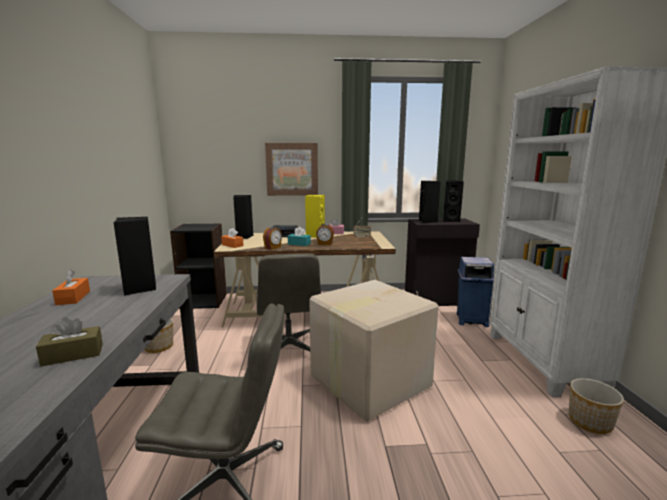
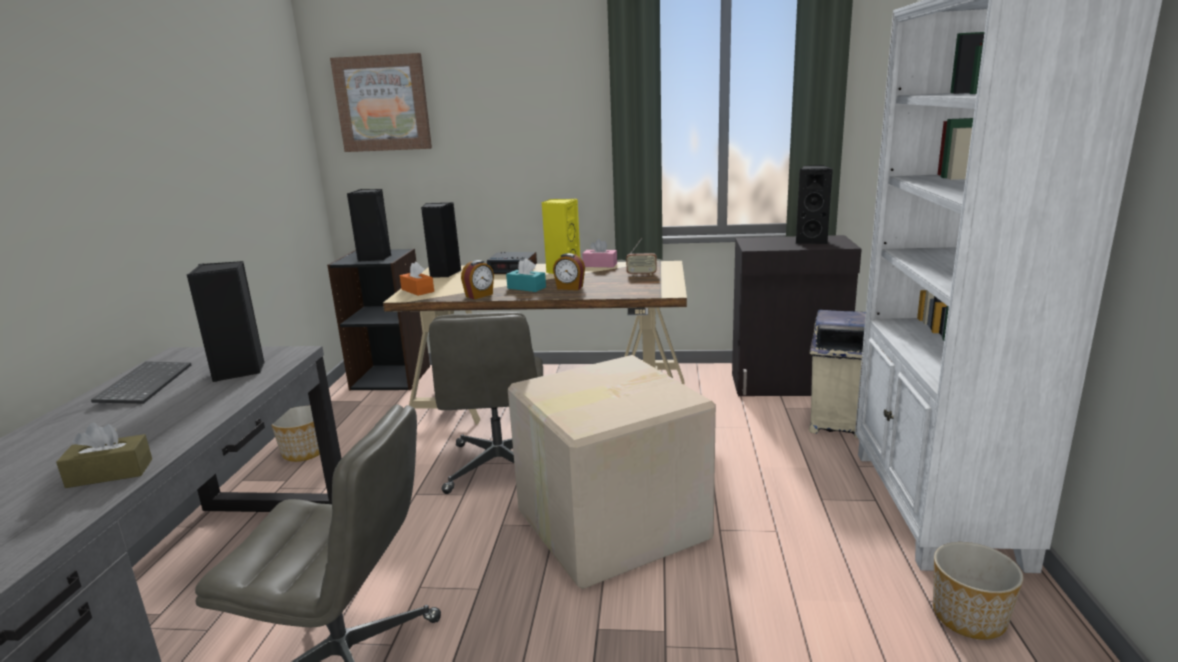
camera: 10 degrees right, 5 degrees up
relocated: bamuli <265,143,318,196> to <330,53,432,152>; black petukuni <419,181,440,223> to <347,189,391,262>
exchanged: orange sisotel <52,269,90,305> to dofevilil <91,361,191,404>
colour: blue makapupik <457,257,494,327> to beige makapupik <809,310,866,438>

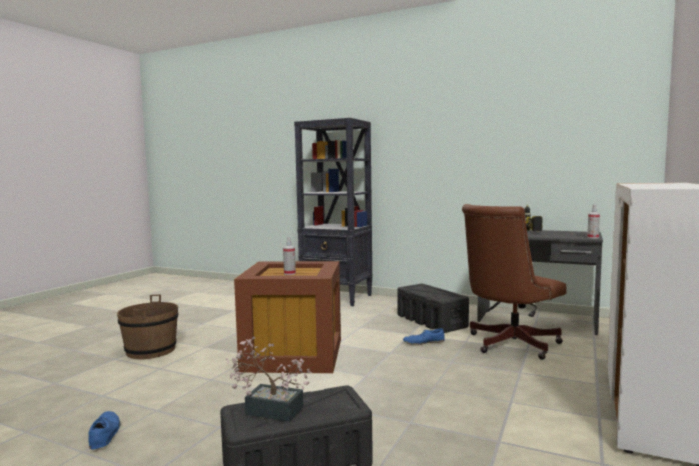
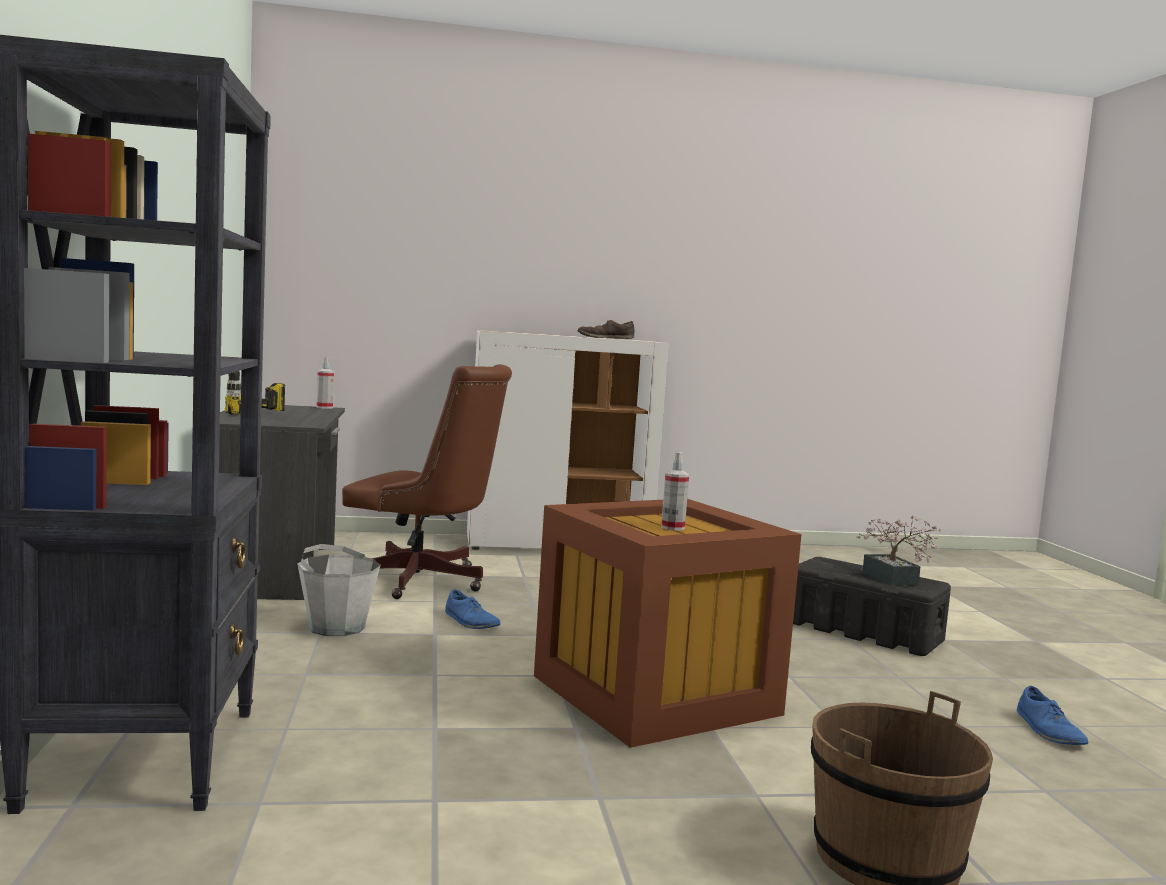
camera: 125 degrees left, 0 degrees up
appeared: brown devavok <577,320,634,339>
exchanged: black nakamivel <397,284,469,333> to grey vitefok <298,544,380,636>
spun: blue devavok <88,411,121,450> = <1017,686,1089,745> 45 degrees counterclockwise

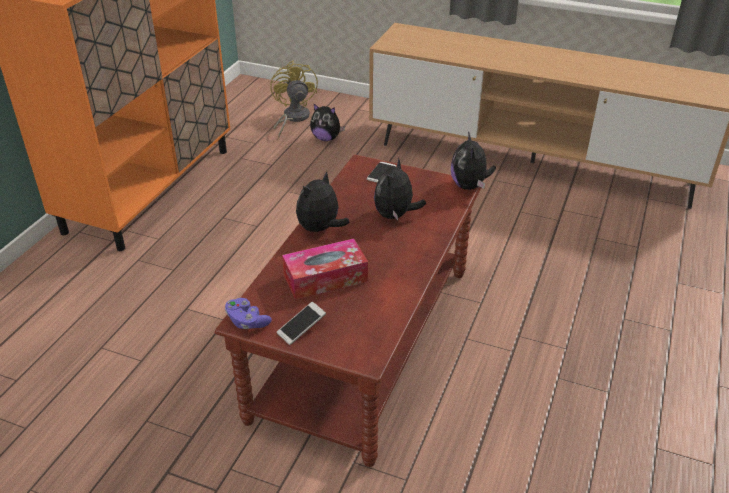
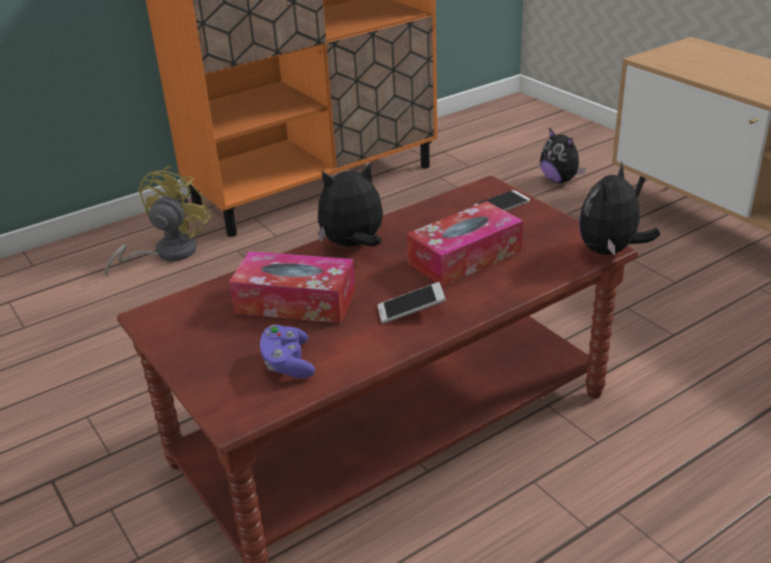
camera: 35 degrees right, 5 degrees down
relocated: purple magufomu <225,298,272,329> to <260,325,315,378>; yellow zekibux <270,61,318,138> to <105,165,212,278>; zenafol <276,302,326,345> to <378,282,446,324>
exchanged: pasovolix <374,157,426,220> to sisotel <407,201,523,287>

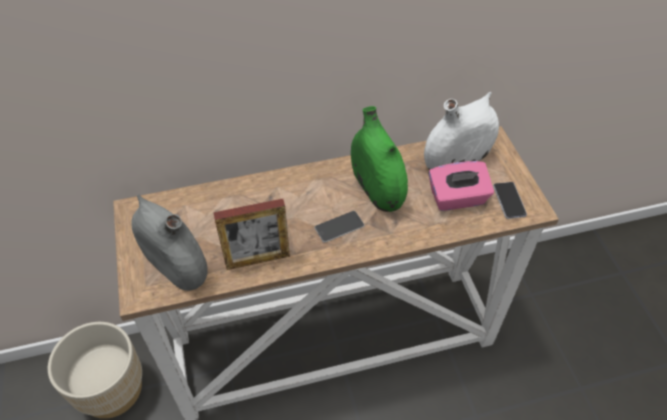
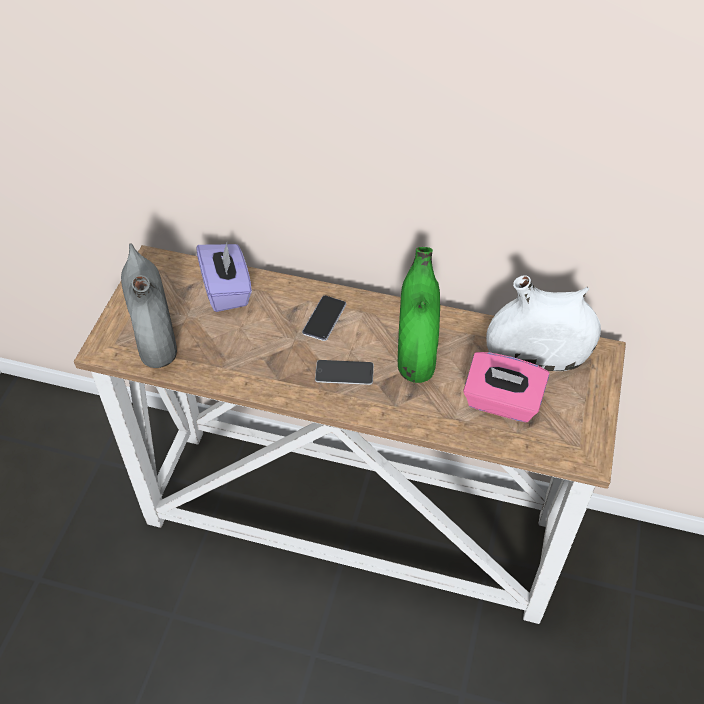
camera: 30 degrees right, 0 degrees up
missing: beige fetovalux <48,322,142,419>; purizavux <213,199,290,270>
appeared: purple sisotel <196,243,252,312>
relocated: zenafol <493,182,527,219> to <302,295,346,341>

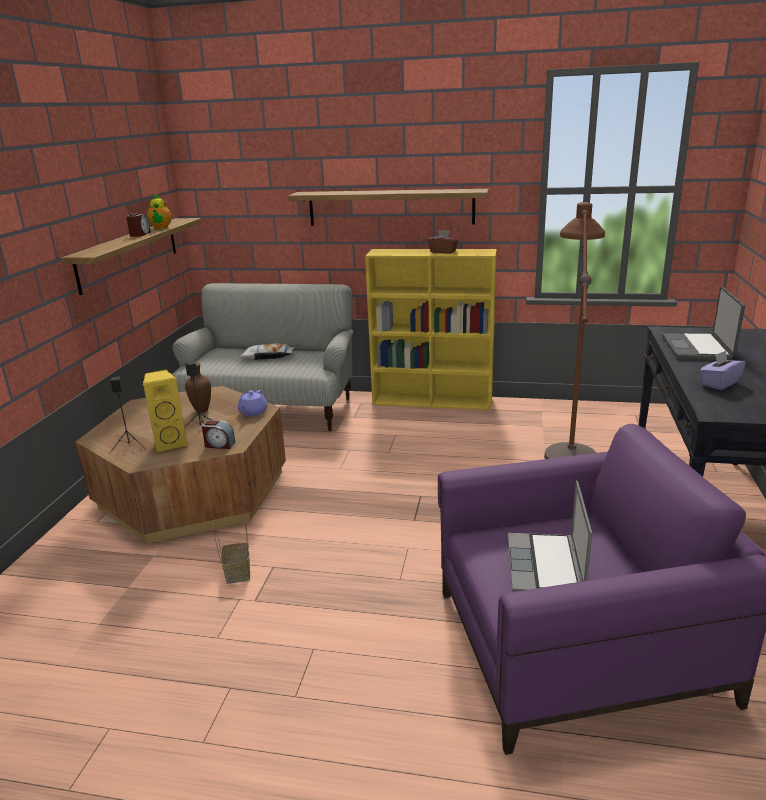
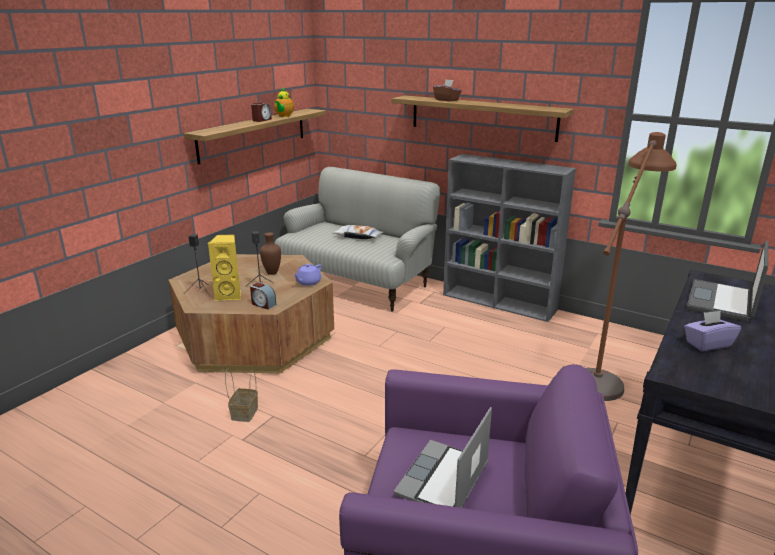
camera: 20 degrees right, 0 degrees up
relocated: brown sisotel <428,230,458,254> to <433,80,461,102>
colour: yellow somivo <365,249,497,410> to grey somivo <443,154,576,322>

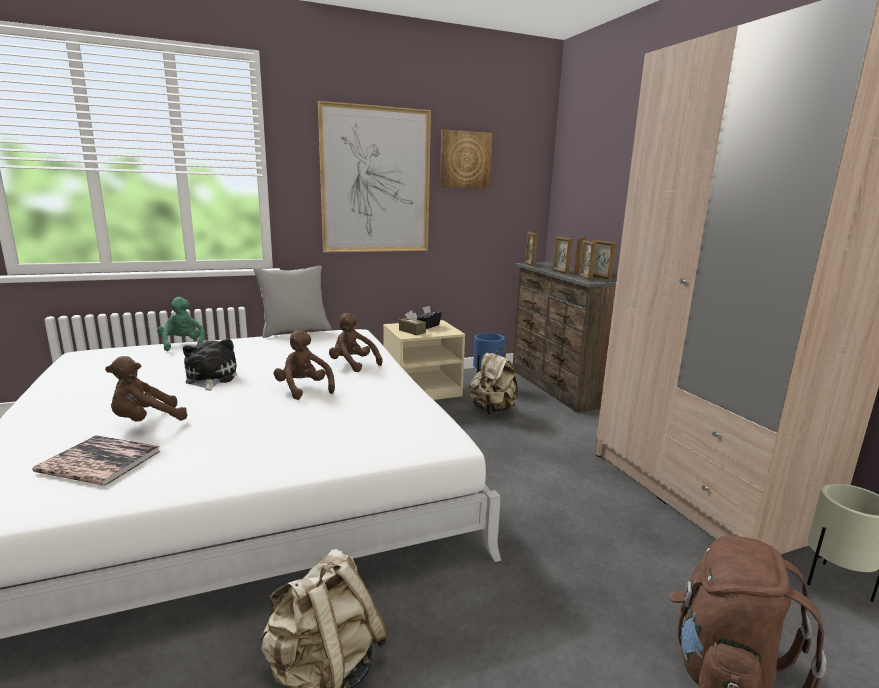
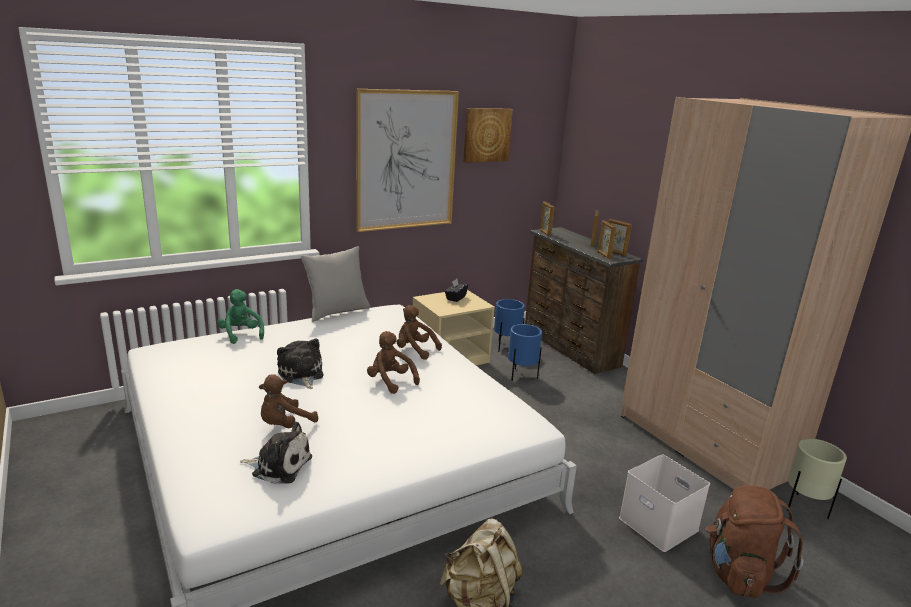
camera: 10 degrees left, 5 degrees up
missing: brown sisotel <399,310,426,335>; purizavux <553,236,573,274>
appeared: white nakamivel <619,454,710,552>
exchanged: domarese <32,435,161,486> to pasovolix <240,422,312,484>; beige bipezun <469,348,518,414> to blue fetovalux <508,324,542,381>

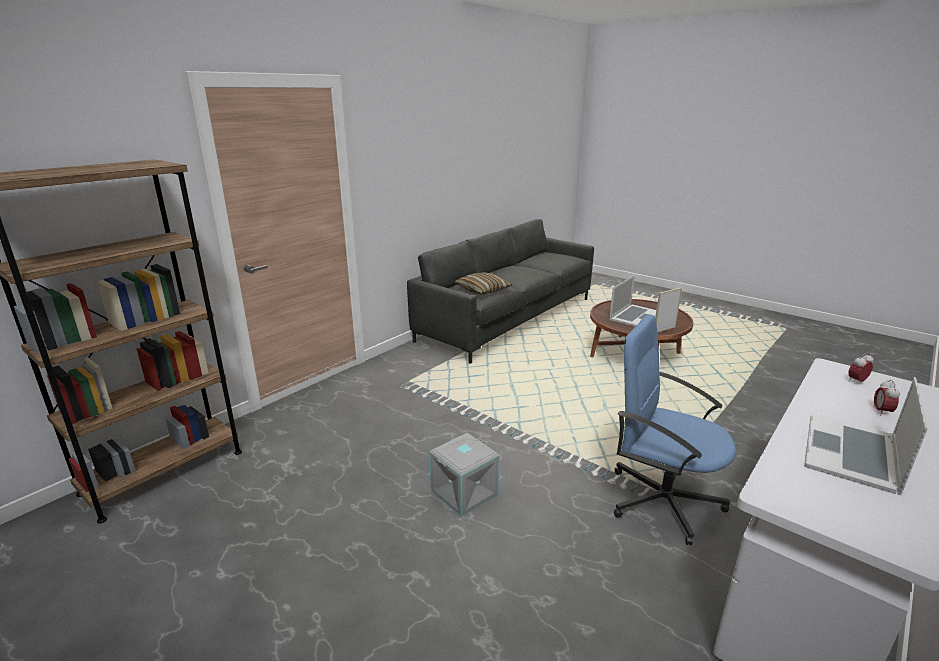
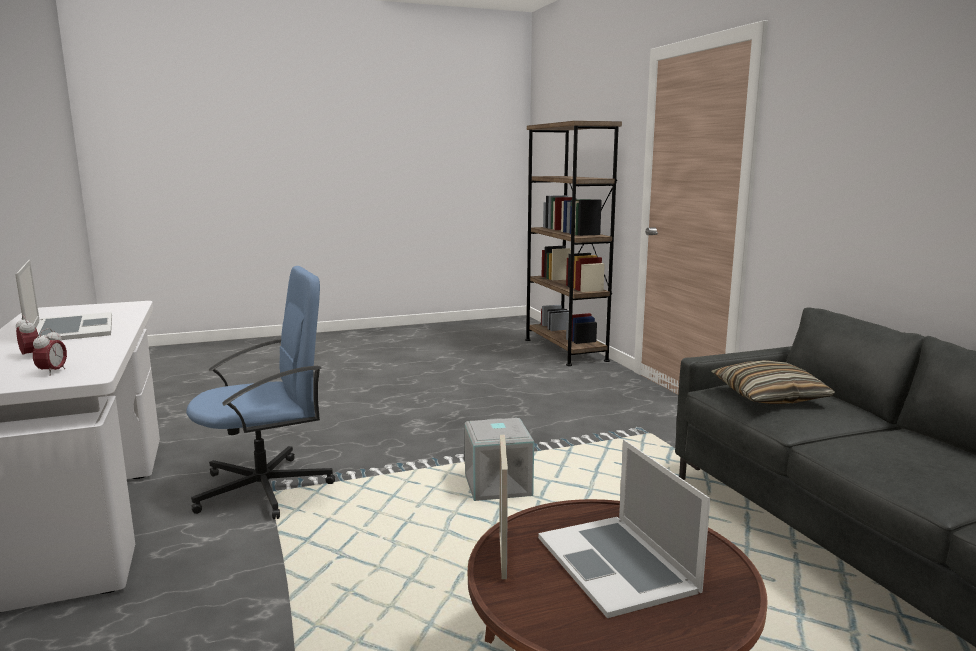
camera: 120 degrees right, 10 degrees down
relocated: grey nakamivel <429,433,500,517> to <465,418,534,501>

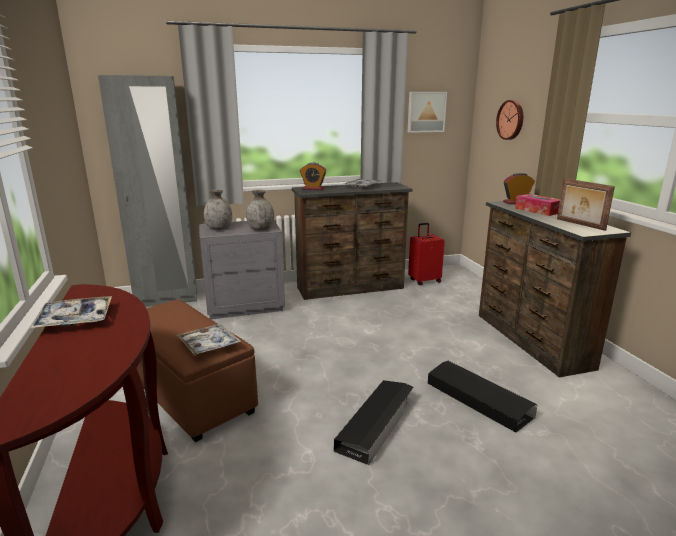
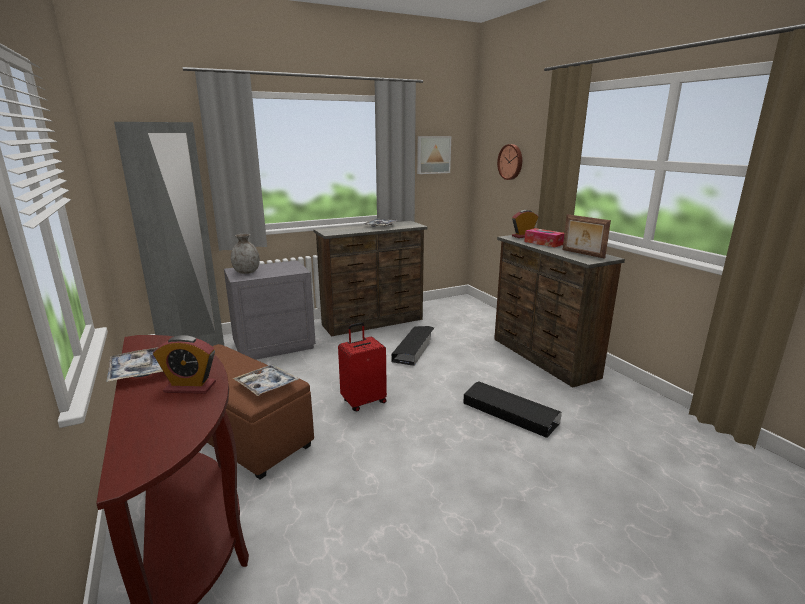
camera: 10 degrees left, 0 degrees up
missing: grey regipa <246,190,274,231>
relocated: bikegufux <300,163,327,190> to <153,335,216,394>; black nakamivel <334,380,413,465> to <391,326,434,366>; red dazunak <408,223,445,285> to <338,322,387,411>

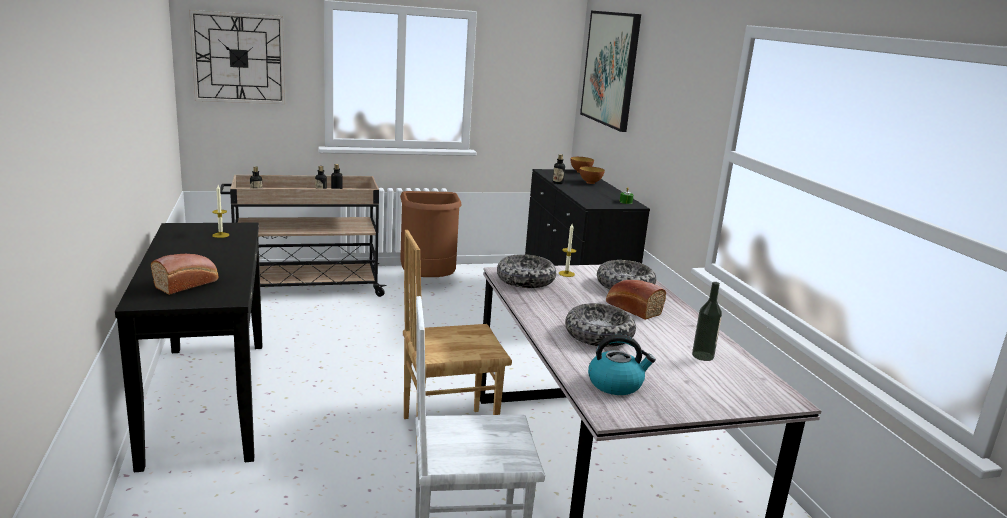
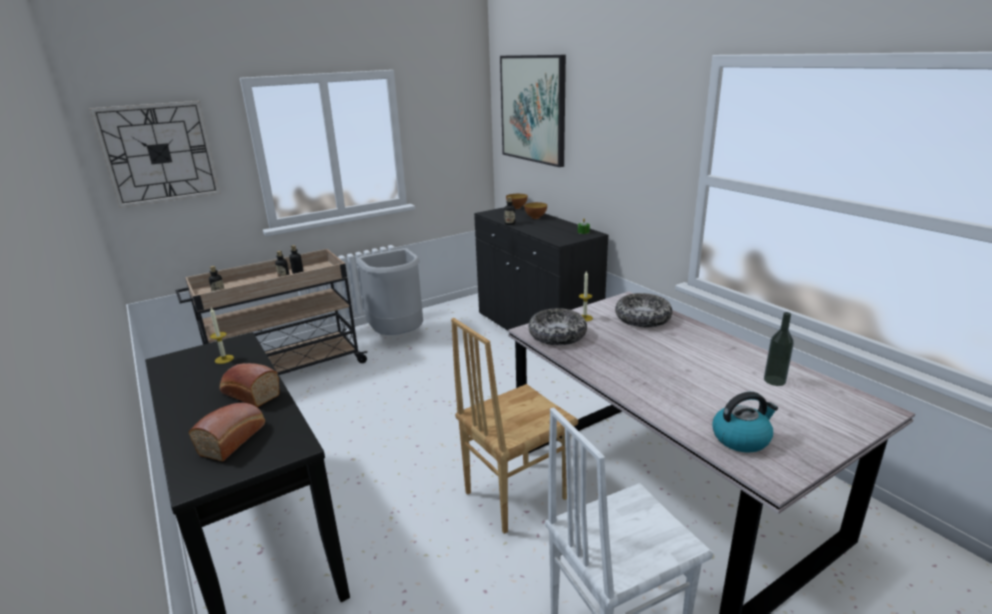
camera: 15 degrees left, 5 degrees up
missing: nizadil <565,303,636,347>
relocated: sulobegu <606,280,666,320> to <220,363,280,407>
colour: brown makapupik <400,191,462,277> to grey makapupik <356,248,423,335>

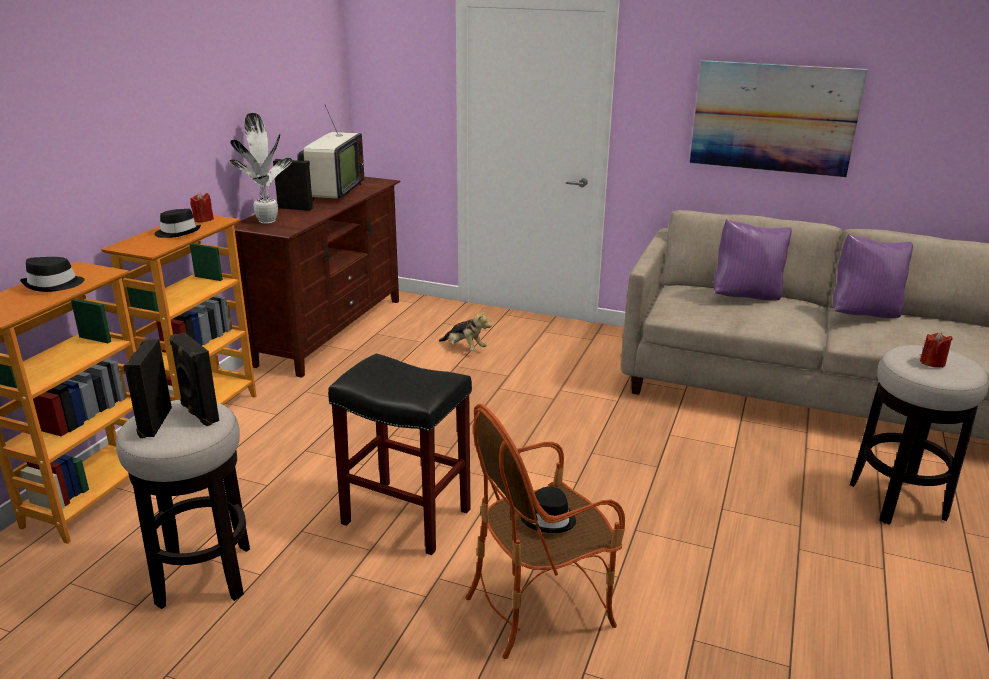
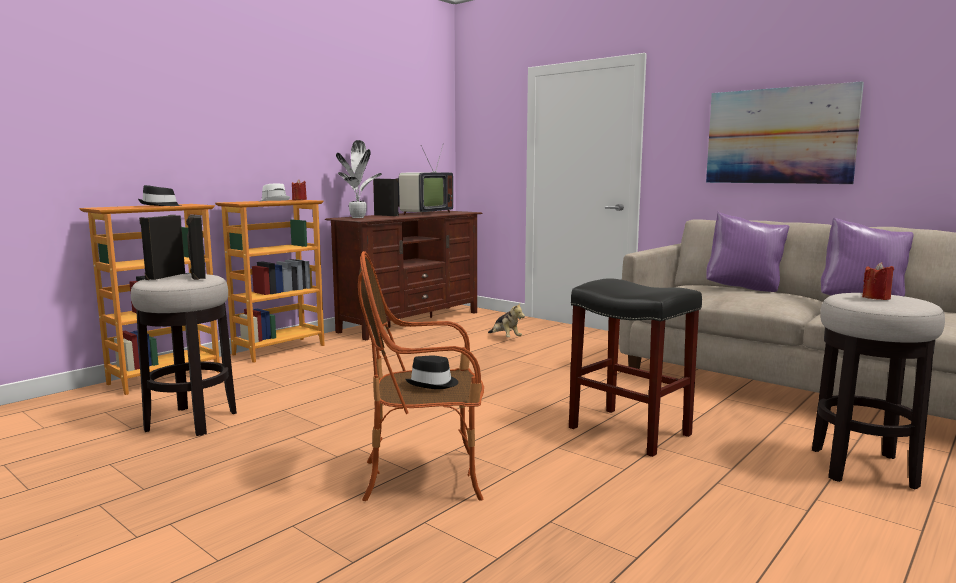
camera: 20 degrees right, 15 degrees down
relocated: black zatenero <328,353,472,555> to <569,278,702,457>
colour: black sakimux <155,209,201,238> to white sakimux <258,184,290,202>

